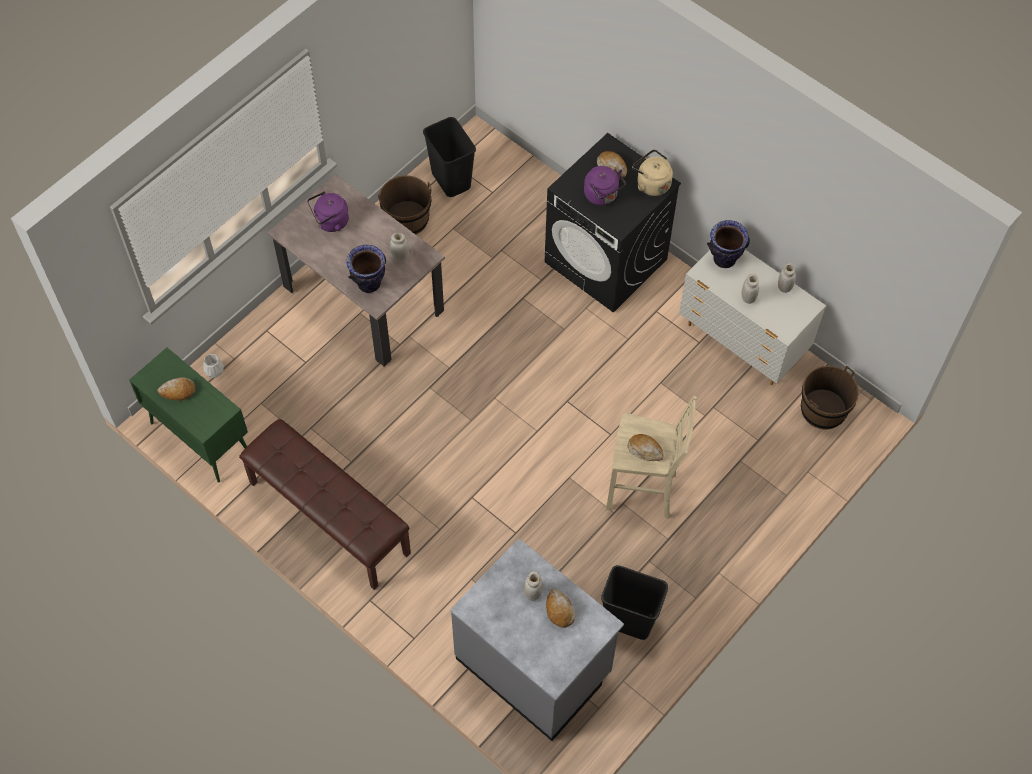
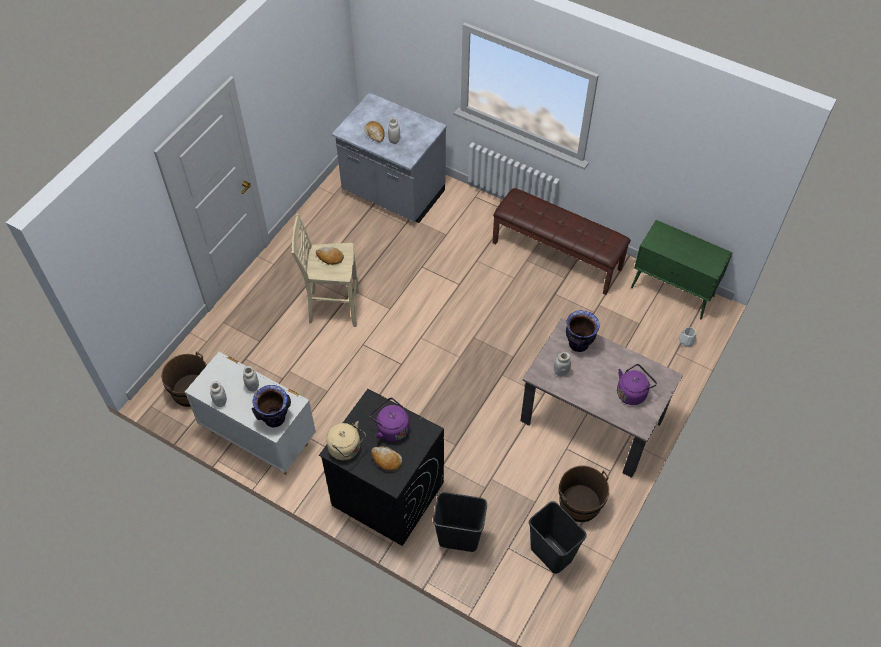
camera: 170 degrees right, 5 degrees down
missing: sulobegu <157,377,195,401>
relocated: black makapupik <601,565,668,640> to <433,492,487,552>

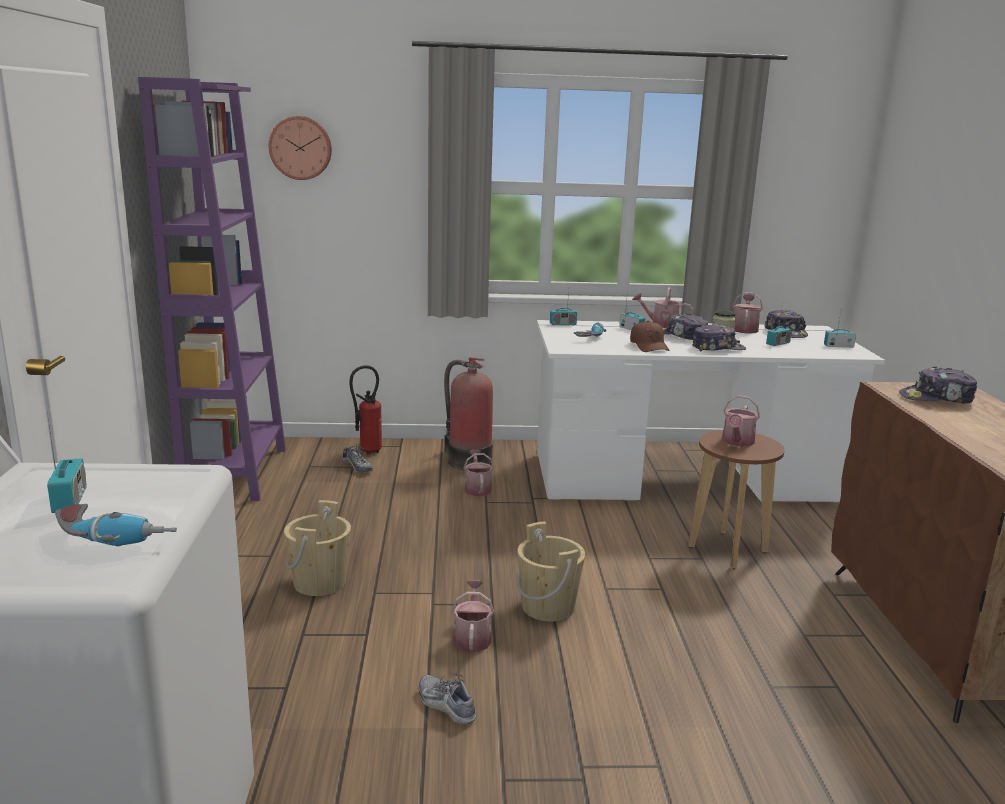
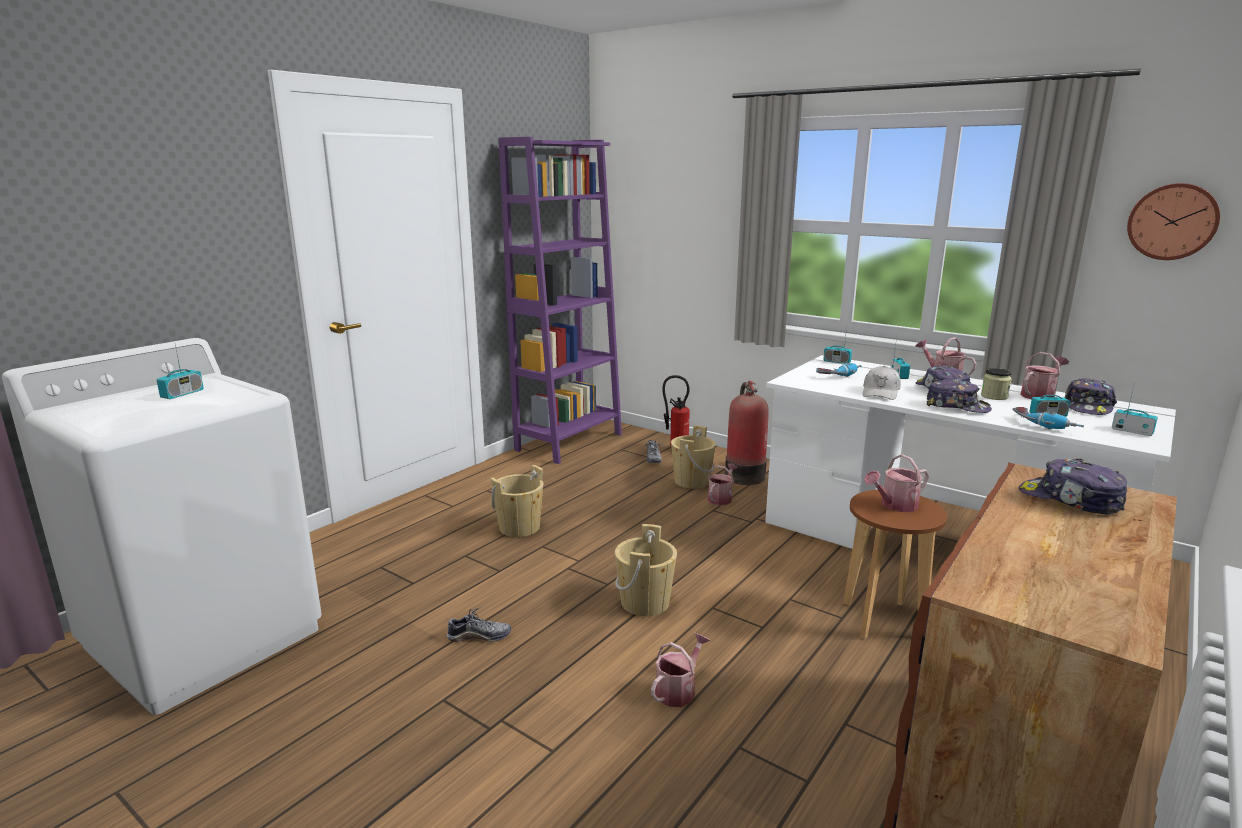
camera: 40 degrees right, 0 degrees up
appeared: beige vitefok <671,425,716,489>
relocated: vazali <55,504,177,546> to <1013,407,1084,429>; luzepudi <269,116,332,180> to <1127,183,1220,260>; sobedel <451,580,494,652> to <651,633,710,707>
colour: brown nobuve <630,321,670,352> to white nobuve <862,366,901,400>
spun: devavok <419,673,476,725> = <447,607,511,642> 90 degrees clockwise

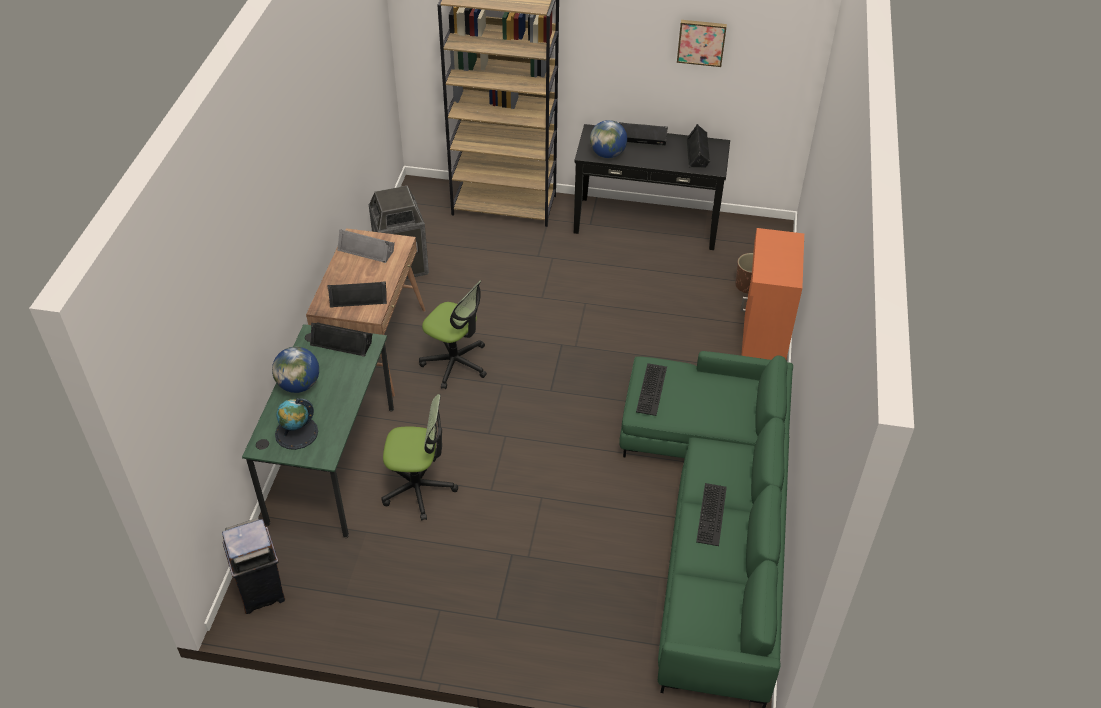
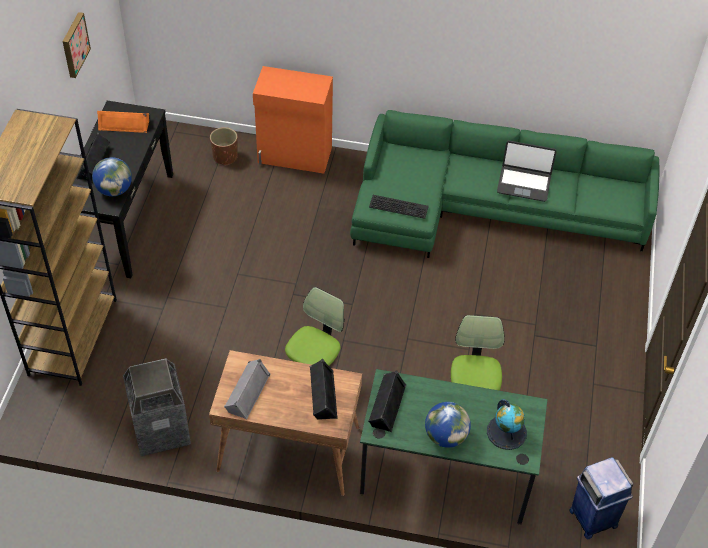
camera: 90 degrees left, 5 degrees up
exchanged: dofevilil <696,483,727,546> to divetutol <497,141,557,202>
colour: brown makapupik <222,518,285,614> to blue makapupik <570,457,633,539>; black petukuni <686,124,710,168> to orange petukuni <97,111,149,133>

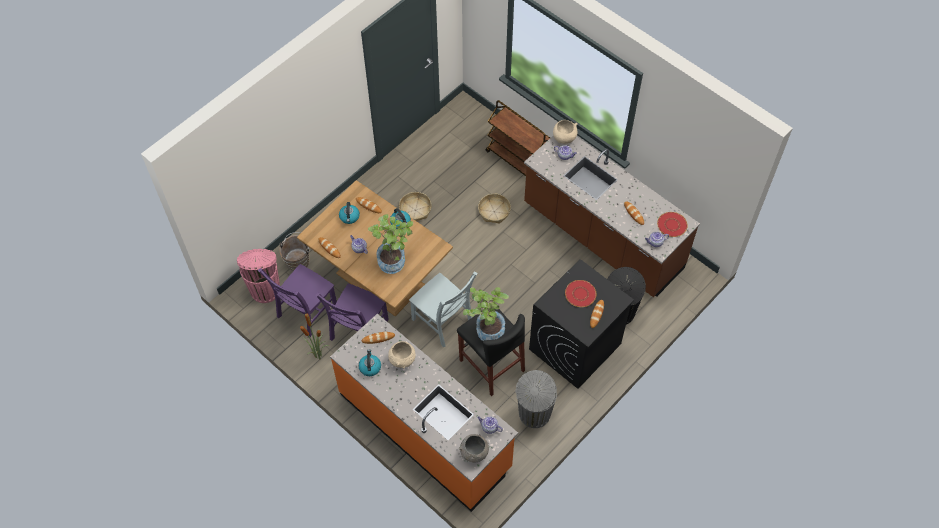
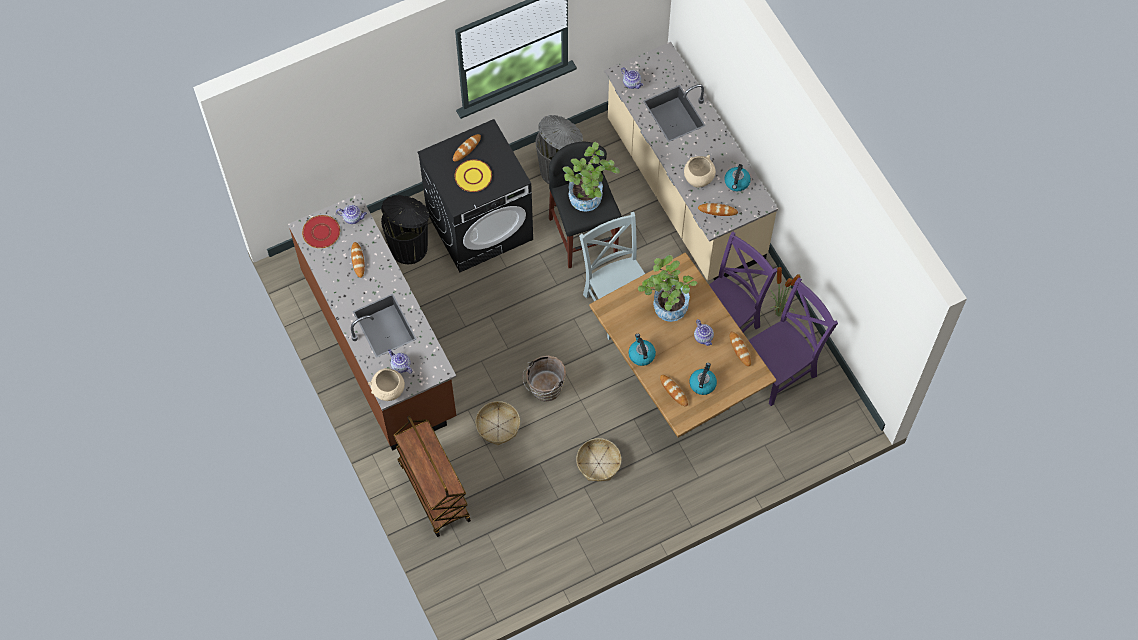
camera: 160 degrees left, 5 degrees up
missing: pink makapupik <237,249,280,303>; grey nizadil <459,434,489,462>
relocated: brown vitefok <279,232,311,271> to <523,356,566,402>
colour: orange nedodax <330,314,518,512> to beige nedodax <605,42,778,281>; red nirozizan <565,280,596,307> to yellow nirozizan <455,159,492,192>

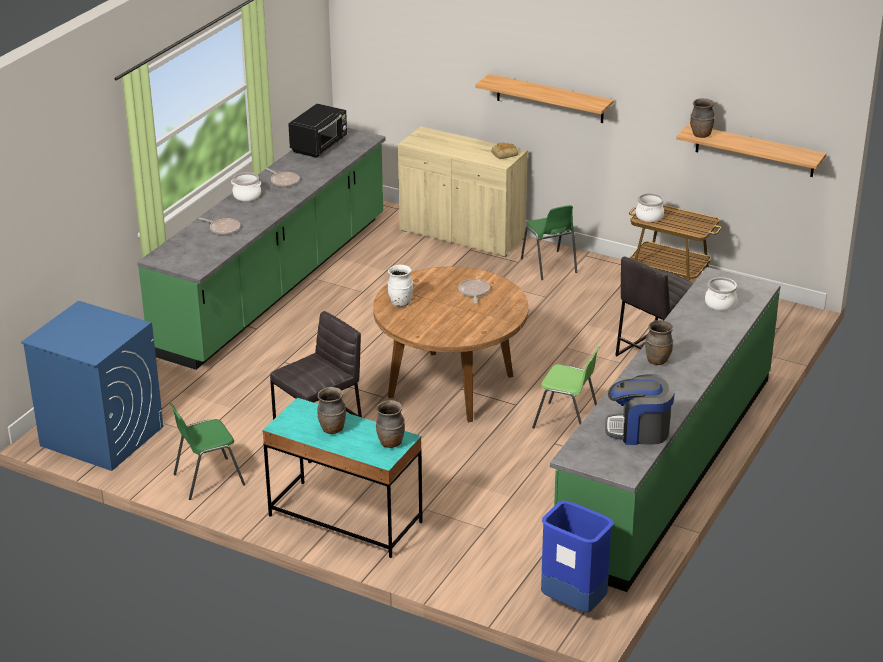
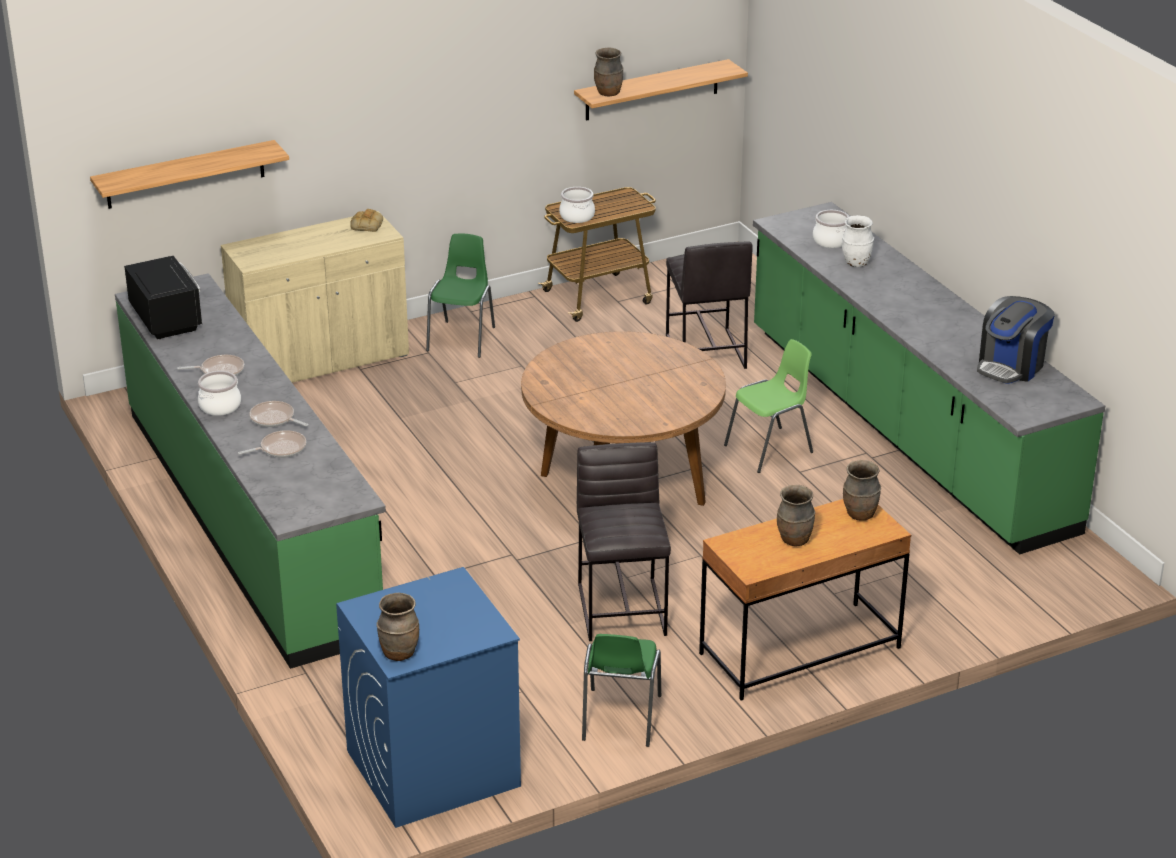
camera: 55 degrees left, 0 degrees up
missing: blue makapupik <541,501,614,612>
relocated: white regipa <388,265,413,307> to <842,215,874,267>; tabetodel <458,279,490,304> to <249,401,308,427>; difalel <475,74,614,123> to <90,140,289,209>; brown regipa <645,320,673,365> to <377,593,419,661>
colour: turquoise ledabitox <262,398,422,558> to brown ledabitox <699,499,911,700>
spun: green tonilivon <521,205,577,280> = <426,233,495,358> 90 degrees counterclockwise

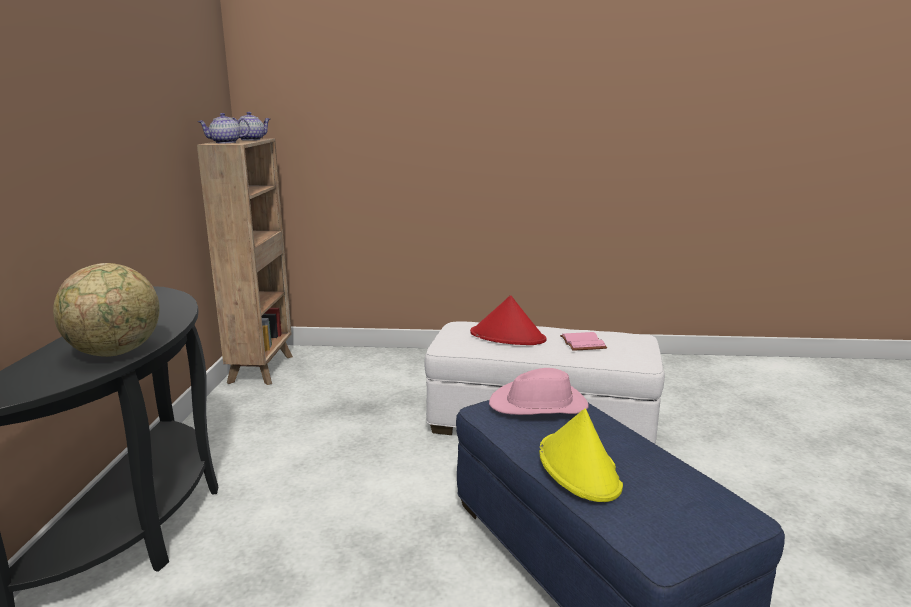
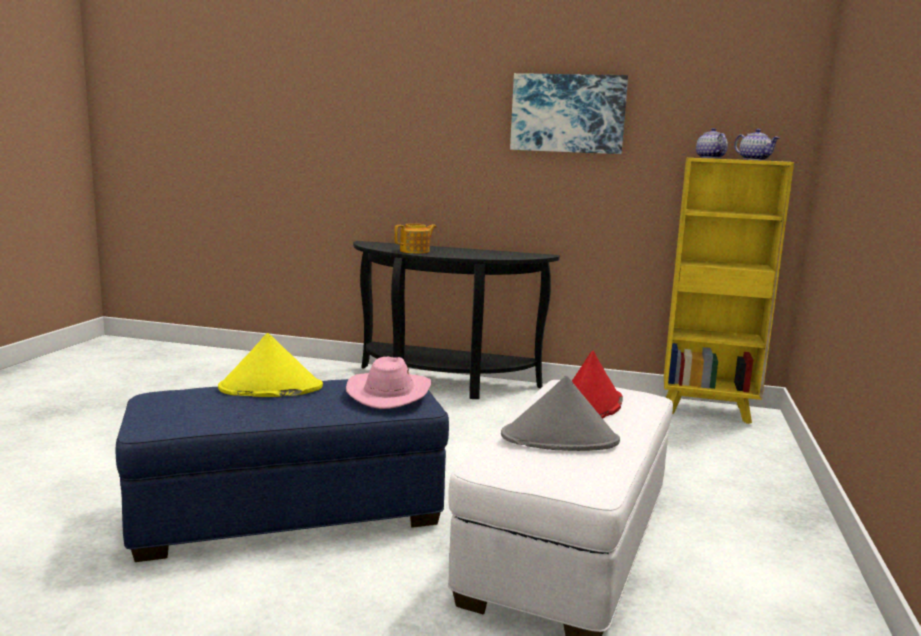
camera: 100 degrees right, 5 degrees down
appeared: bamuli <510,73,628,154>
exchanged: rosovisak <53,263,160,357> to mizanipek <394,223,437,254>; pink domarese <560,332,607,351> to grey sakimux <501,376,620,451>
colour: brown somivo <197,138,293,385> to yellow somivo <664,158,794,424>

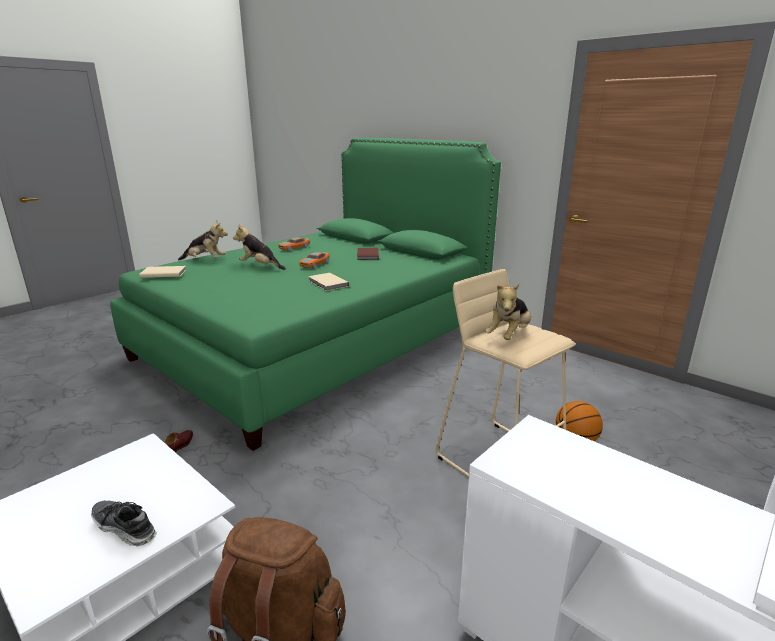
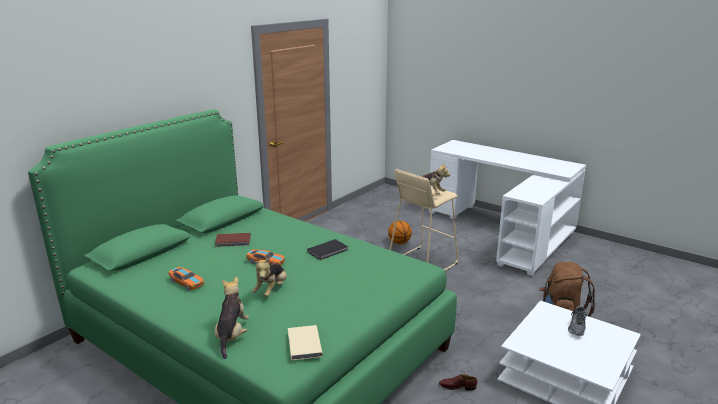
camera: 95 degrees left, 0 degrees up
colour: beige domarese <308,273,349,291> to black domarese <307,239,348,260>

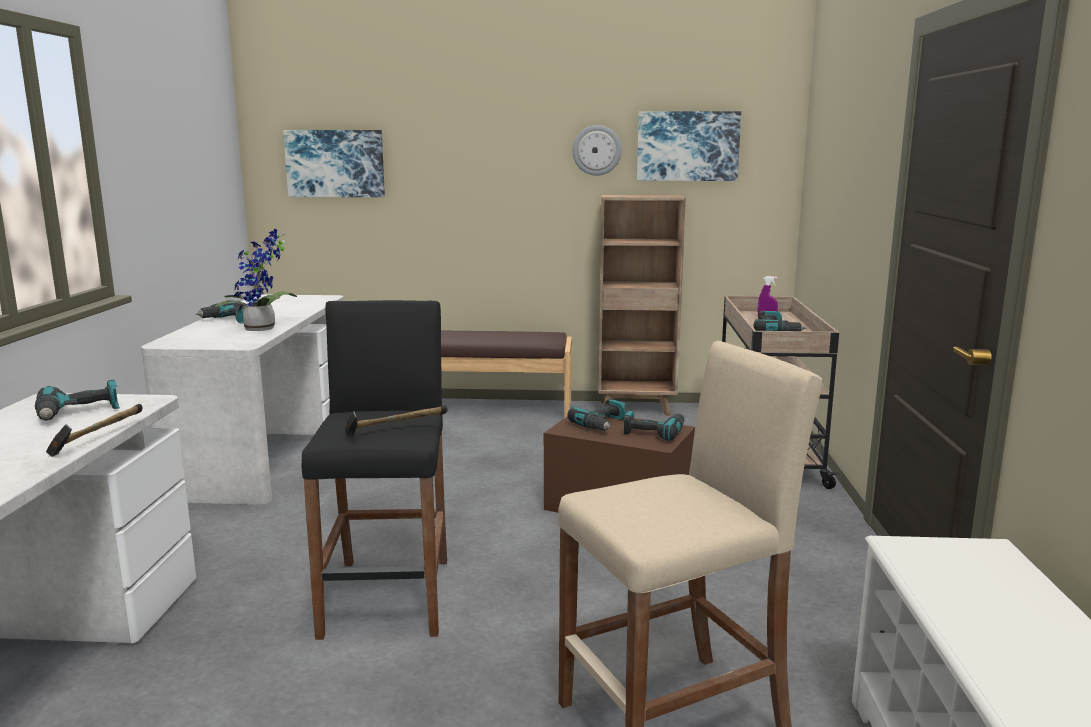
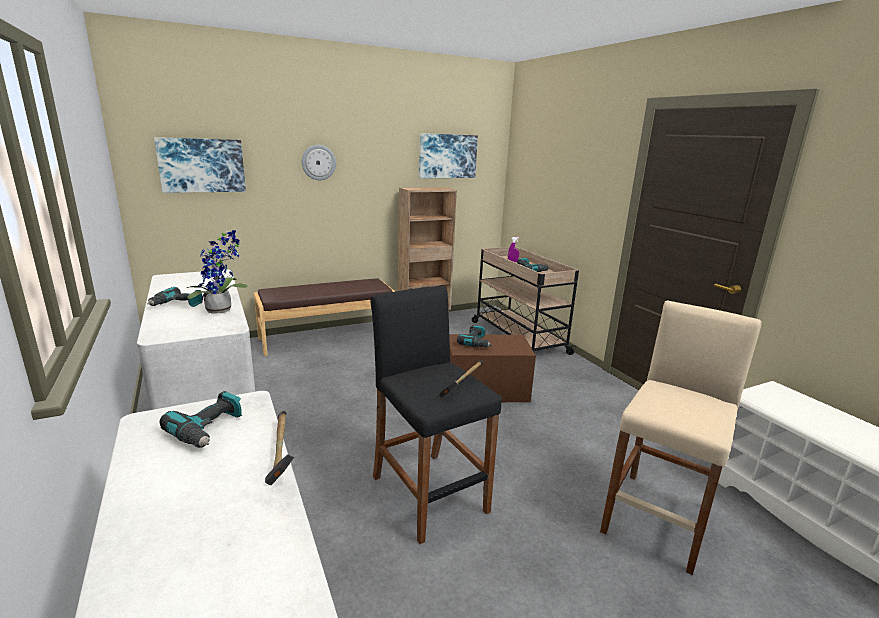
camera: 30 degrees left, 5 degrees up
missing: vazali <624,411,684,441>
relocated: luzepudi <573,125,622,176> to <302,145,336,180>

